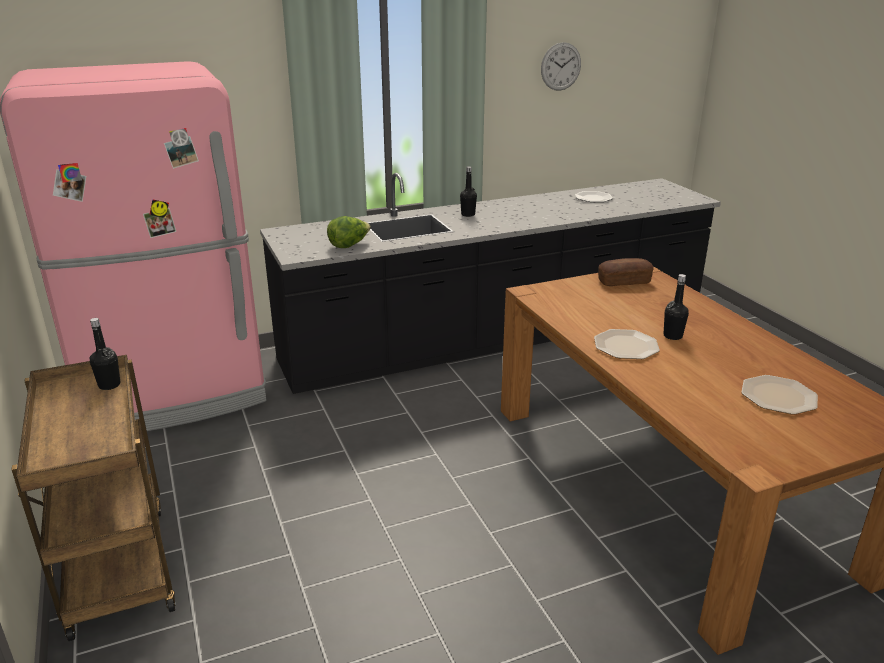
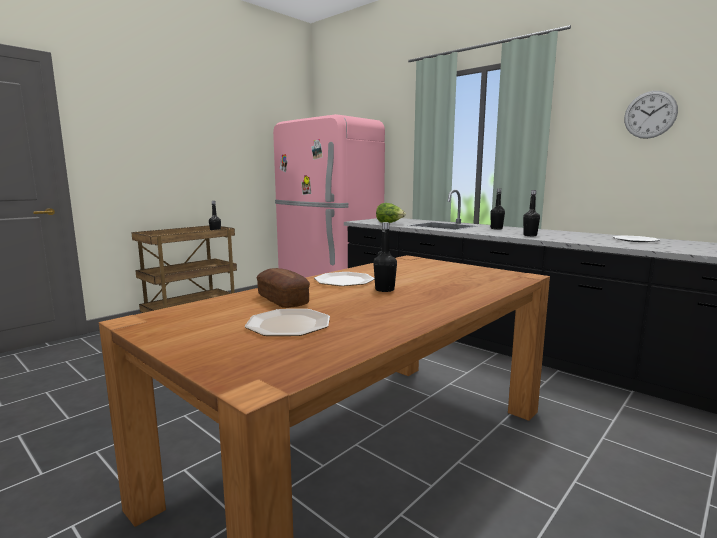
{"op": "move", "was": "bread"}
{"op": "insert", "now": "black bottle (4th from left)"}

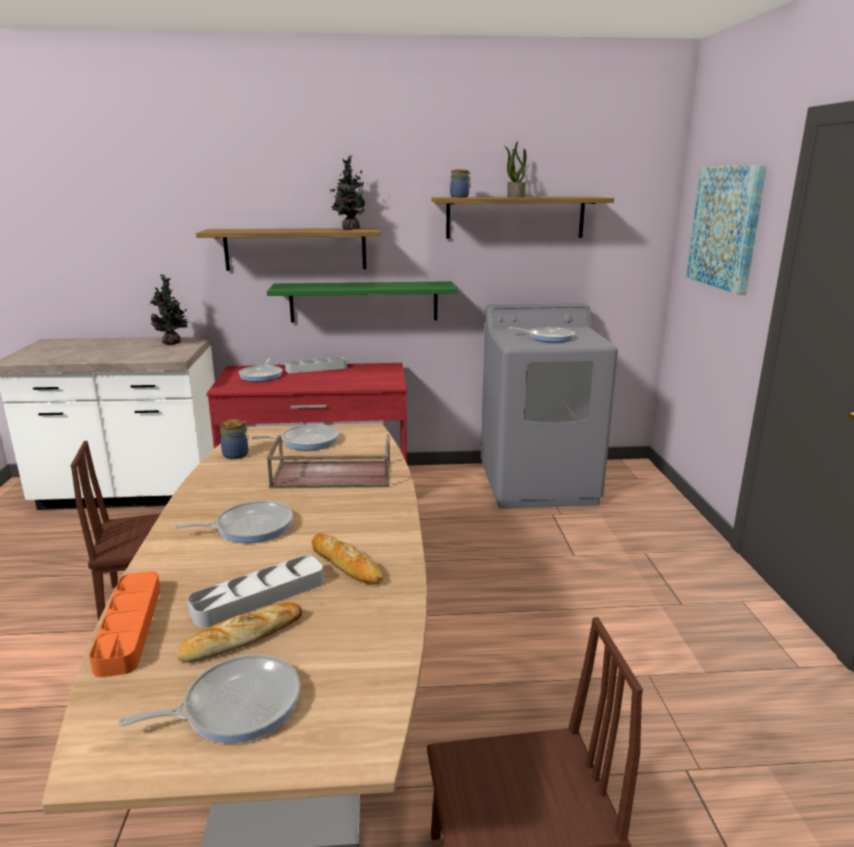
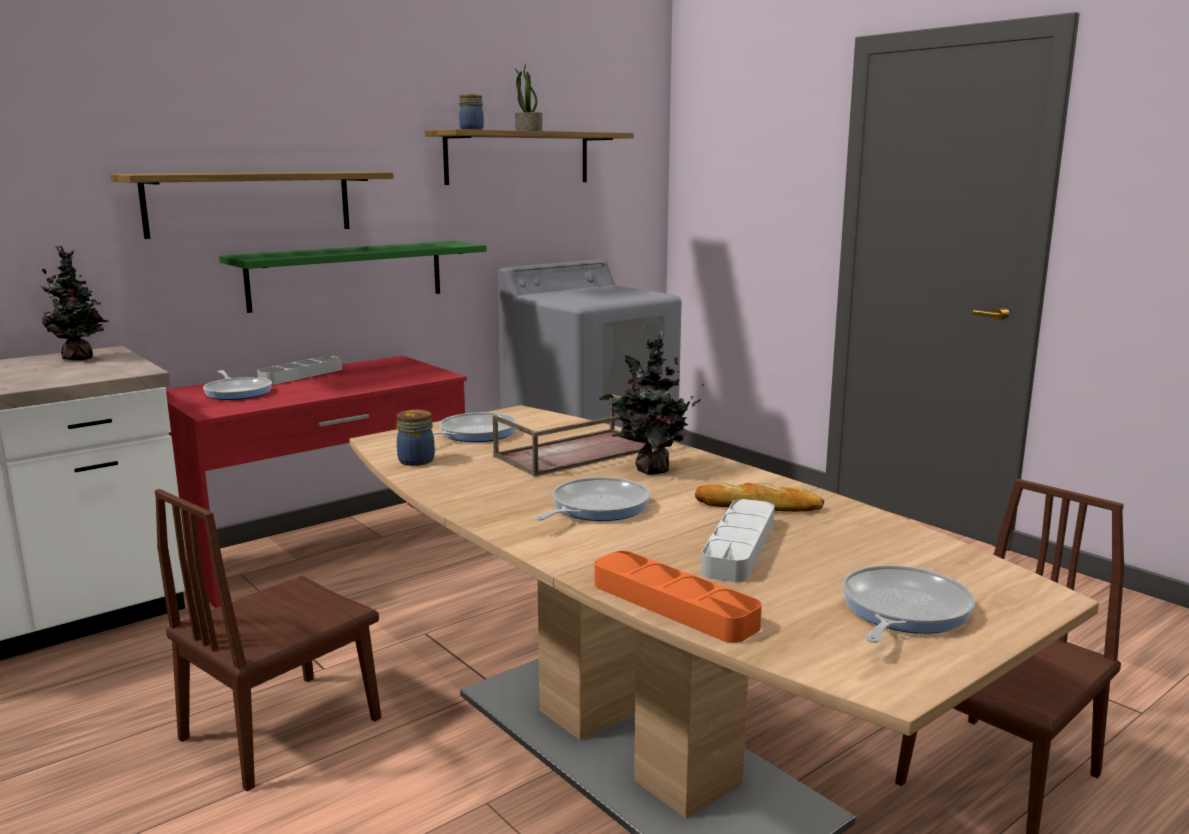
{"op": "move", "was": "potted plant (2nd from left in the first image)", "now": "potted plant (3rd from left)"}
{"op": "delete", "was": "bread (1st from left)"}
{"op": "delete", "was": "frying pan (5th from left)"}
{"op": "delete", "was": "picture"}

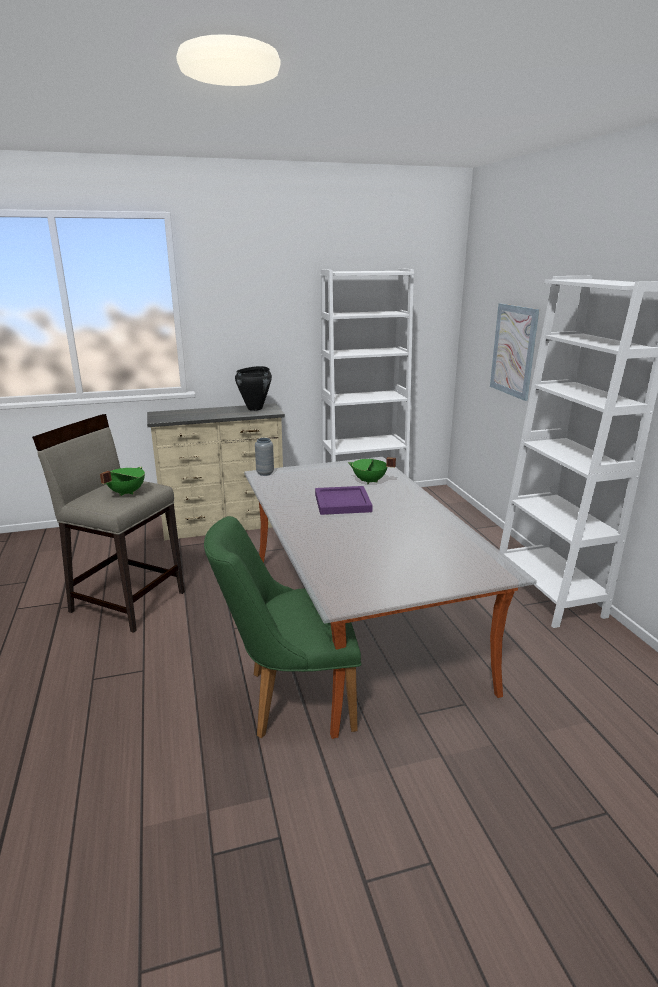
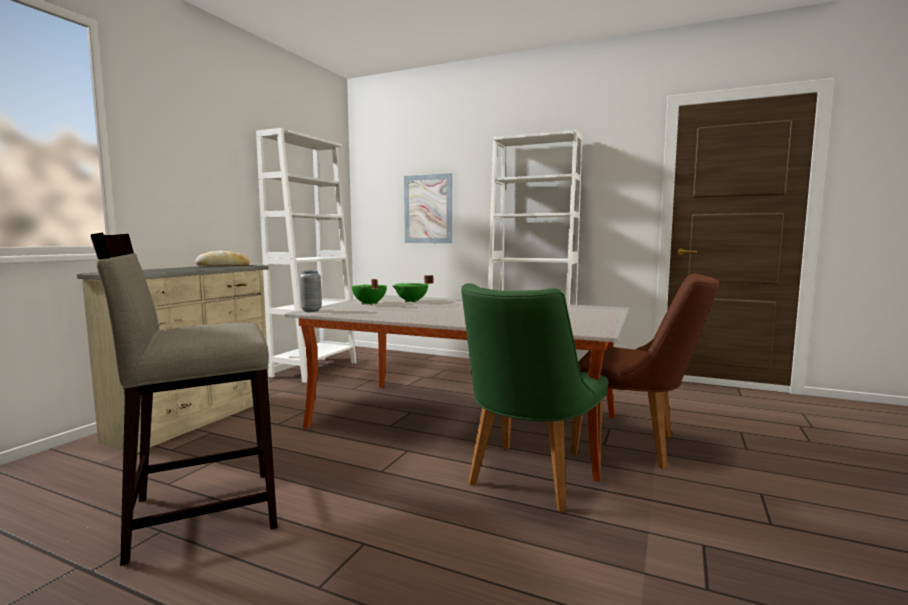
{"op": "replace", "was": "black cooking pot", "now": "bread"}
{"op": "move", "was": "green cooking pot (1st from left)"}
{"op": "insert", "now": "brown chair"}
{"op": "delete", "was": "purple tray"}

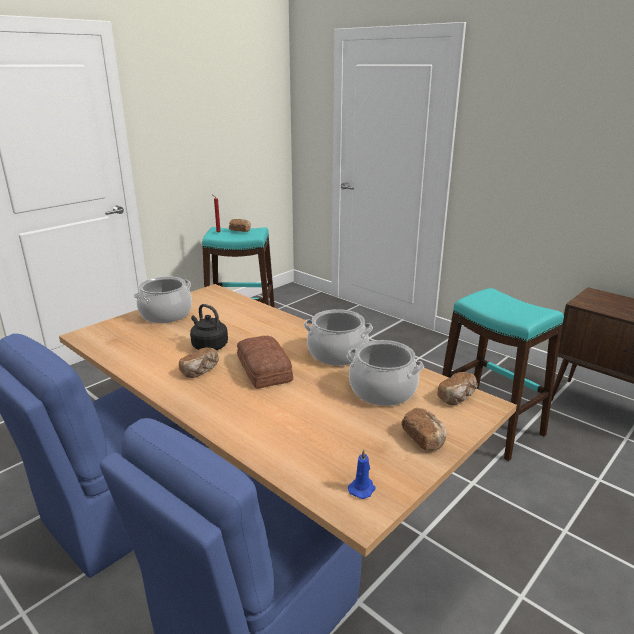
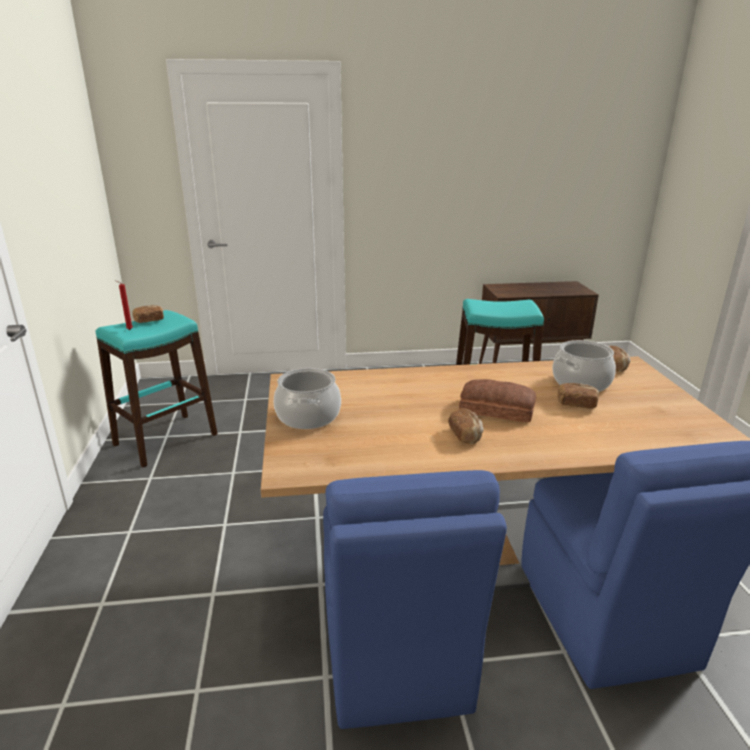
{"op": "move", "was": "bread (4th from left)"}
{"op": "delete", "was": "black kettle"}
{"op": "delete", "was": "cooking pot (2nd from left)"}
{"op": "delete", "was": "blue candle"}

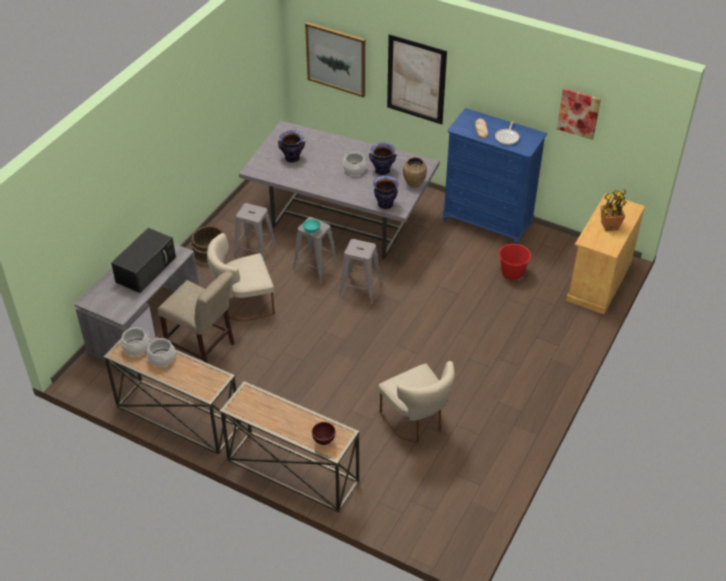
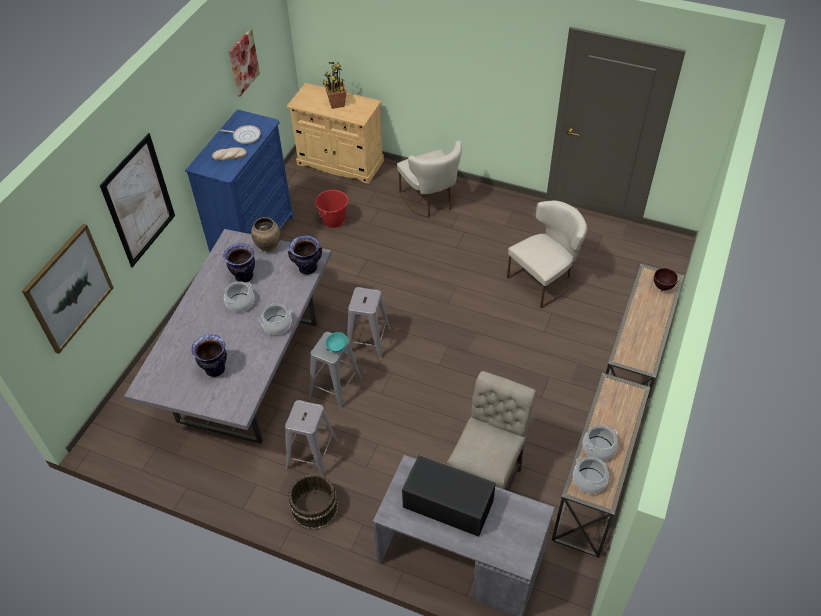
{"op": "insert", "now": "cooking pot (2nd from left)"}
{"op": "move", "was": "beige chair (2nd from left in the first image)", "now": "beige chair (1st from left)"}

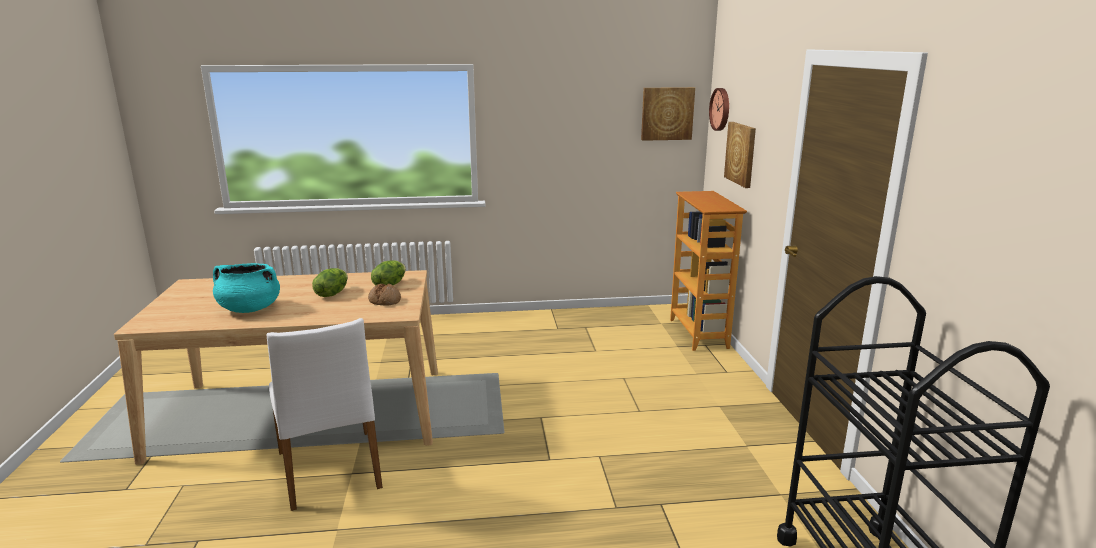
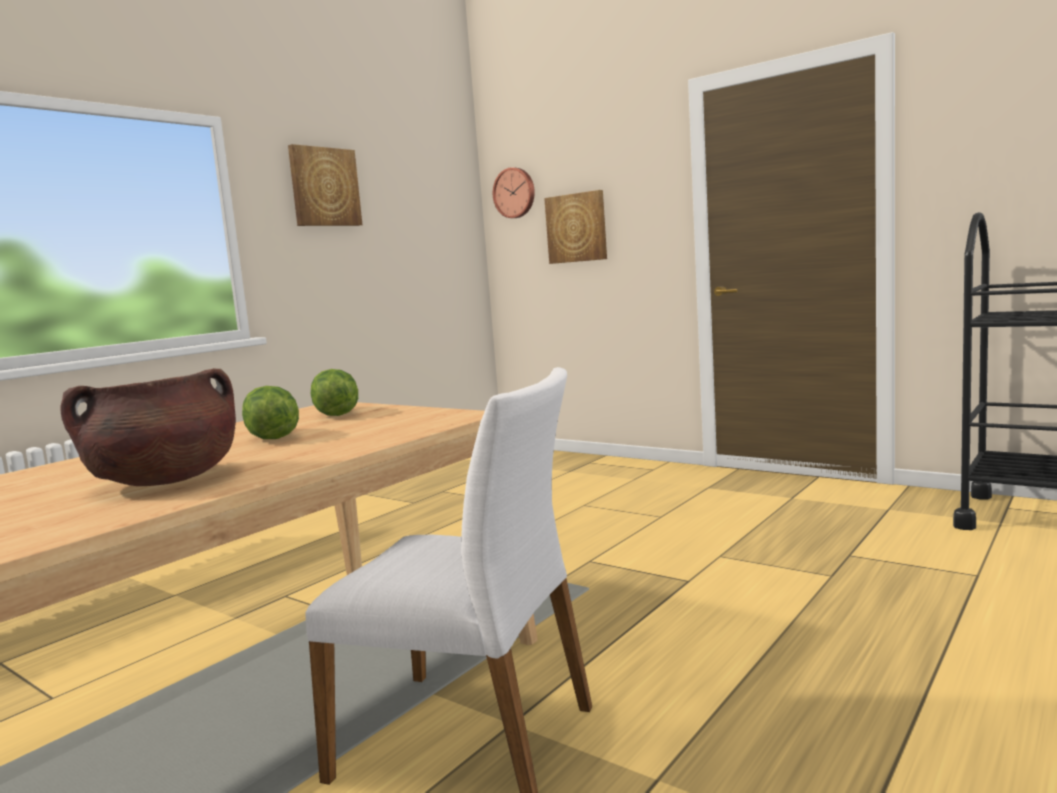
{"op": "recolor", "was": "turquoise cooking pot", "now": "brown cooking pot"}
{"op": "move", "was": "picture (1st from left)"}
{"op": "delete", "was": "bread"}
{"op": "delete", "was": "bookcase"}

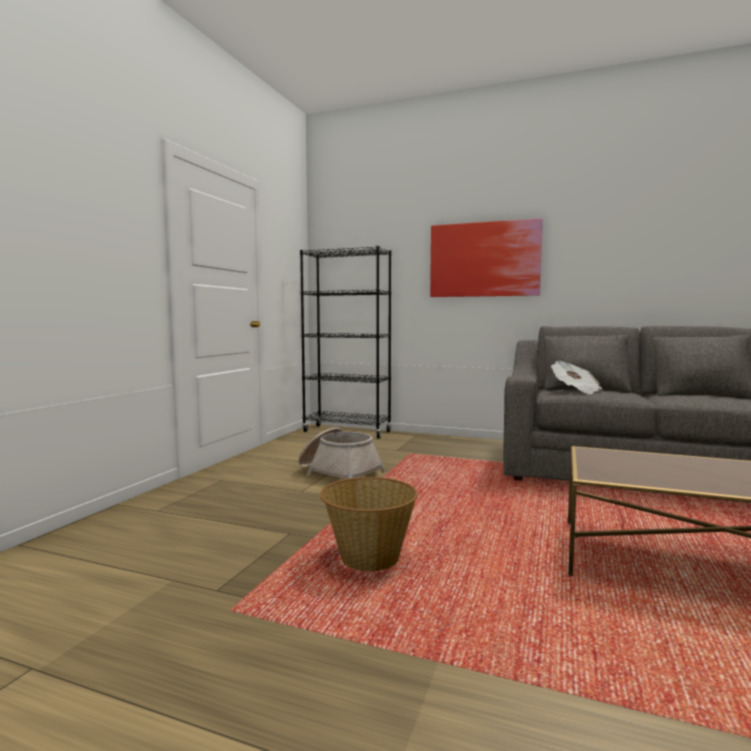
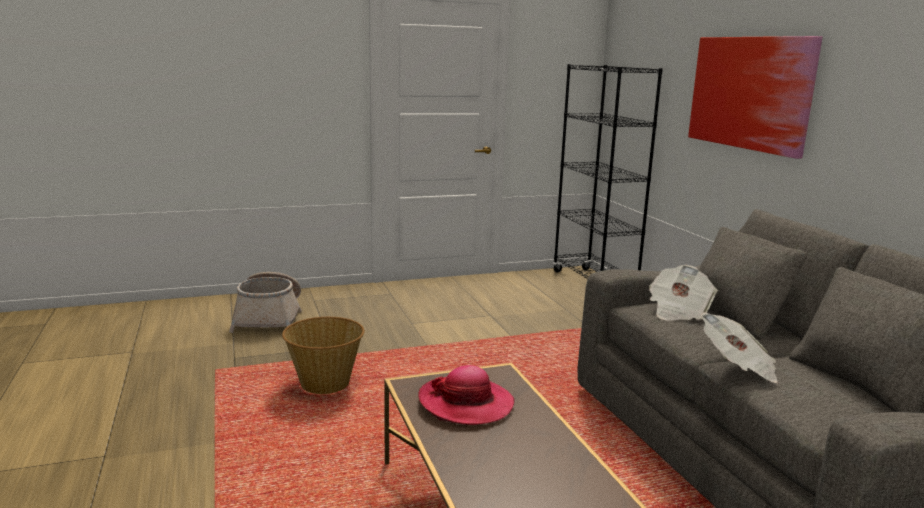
{"op": "move", "was": "basket (1st from left)"}
{"op": "insert", "now": "hat"}
{"op": "insert", "now": "newspaper (2nd from left)"}

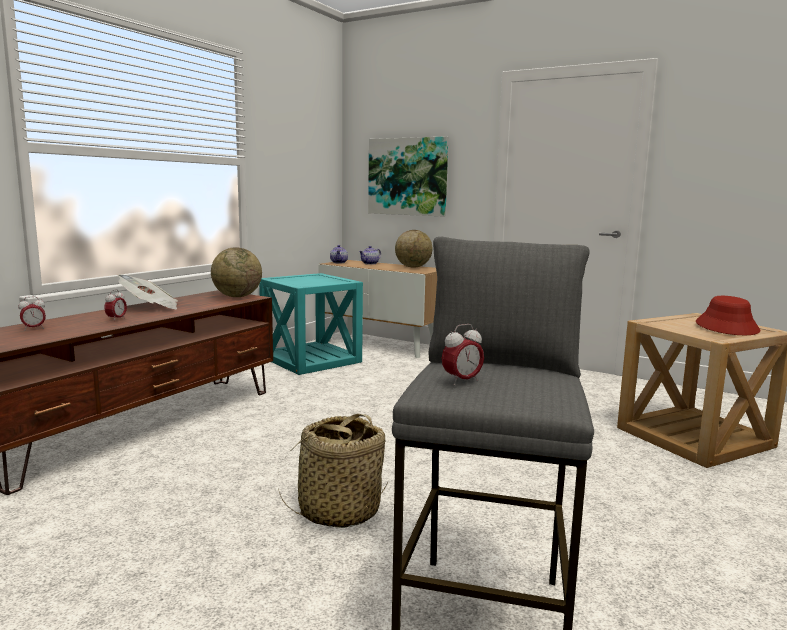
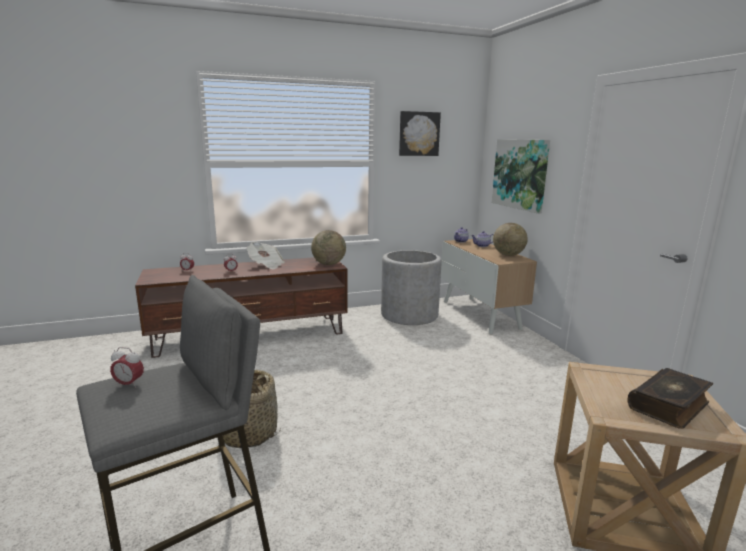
{"op": "replace", "was": "turquoise side table", "now": "grey planter"}
{"op": "insert", "now": "picture (1st from left)"}
{"op": "replace", "was": "red hat", "now": "book"}

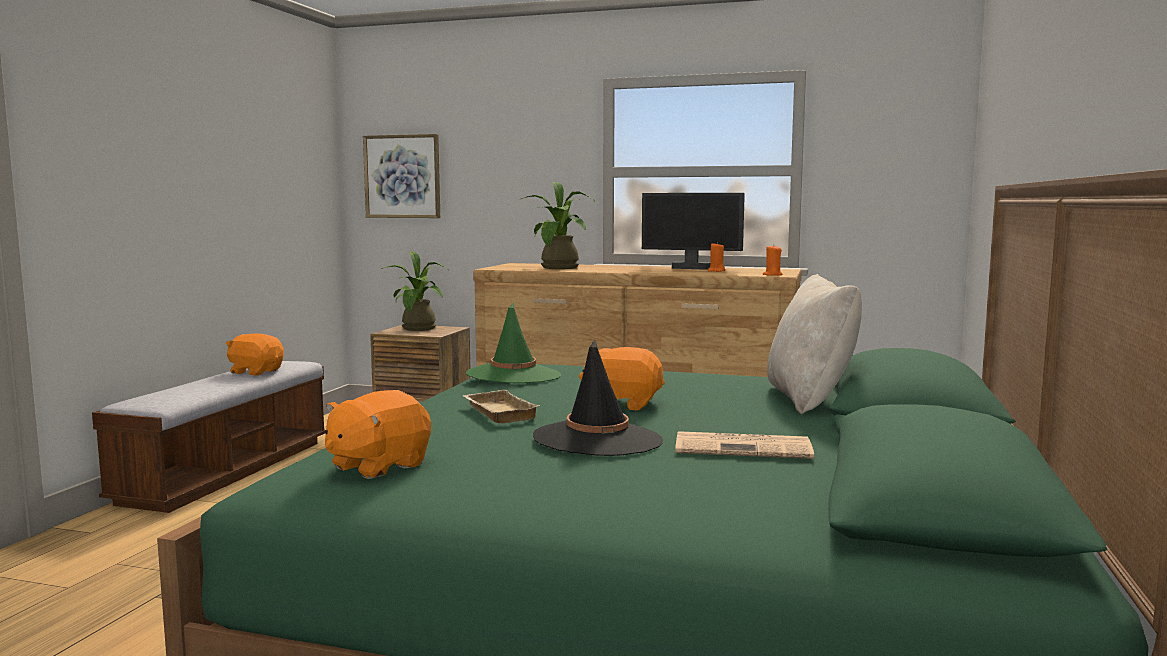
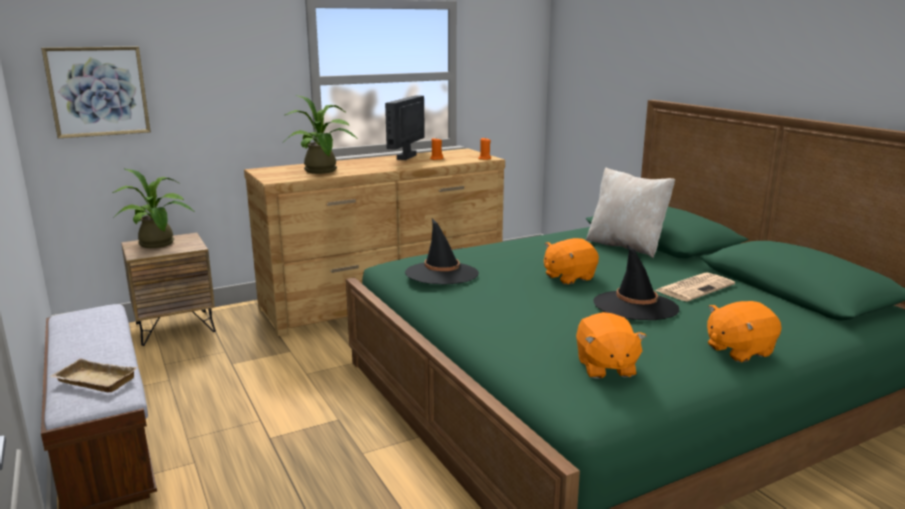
{"op": "move", "was": "beige tray"}
{"op": "rotate", "was": "monitor", "clockwise": 135}
{"op": "recolor", "was": "green hat", "now": "black hat (1st from left)"}
{"op": "move", "was": "orange plush toy (1st from left in the first image)", "now": "orange plush toy (3rd from left)"}

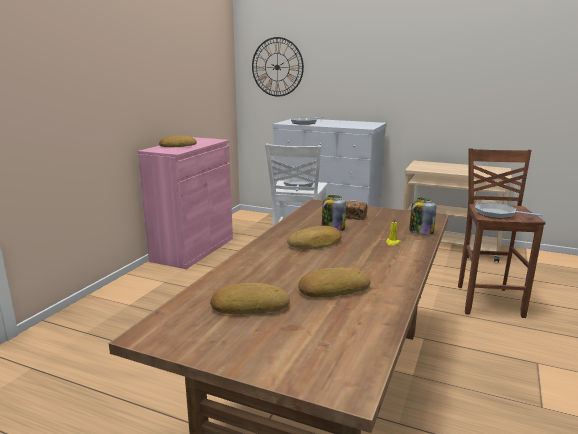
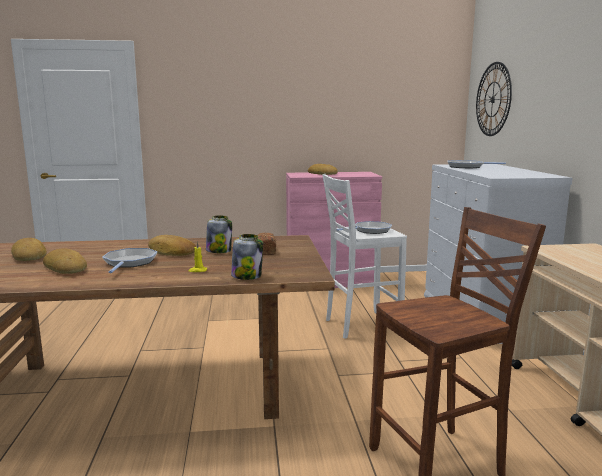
{"op": "move", "was": "frying pan (3rd from left in the first image)", "now": "frying pan (1st from left)"}

